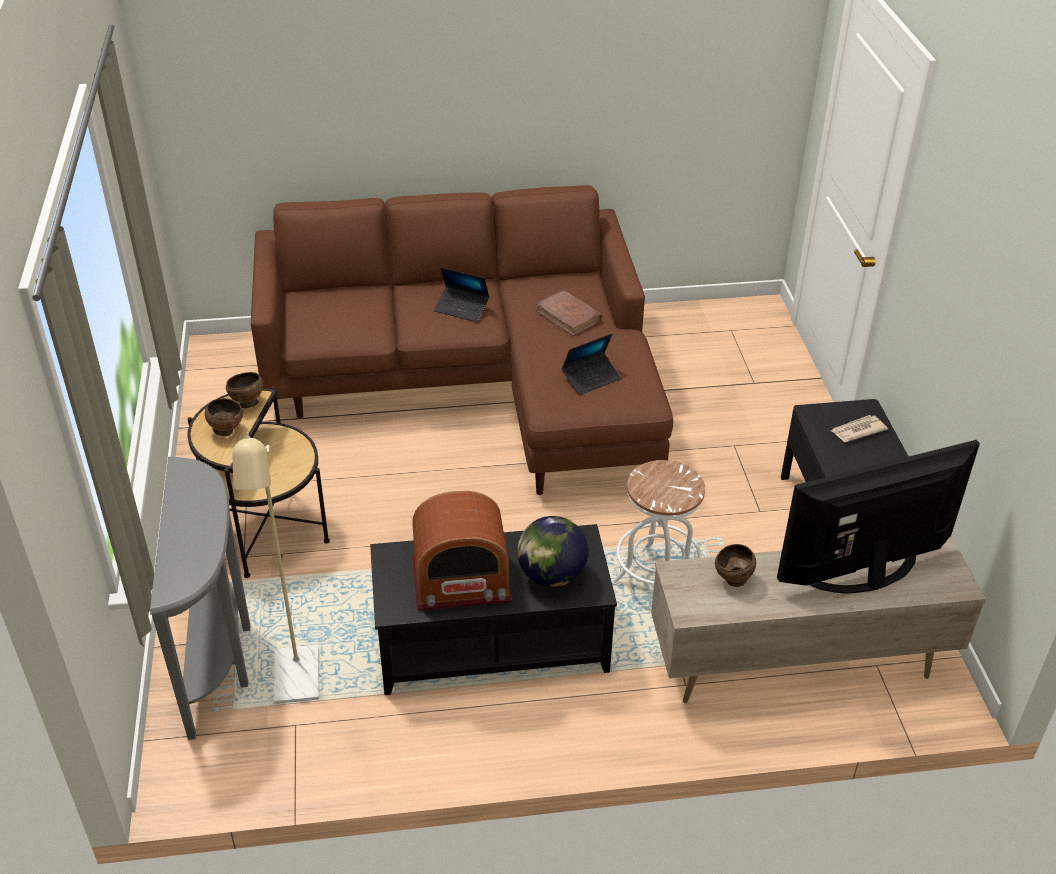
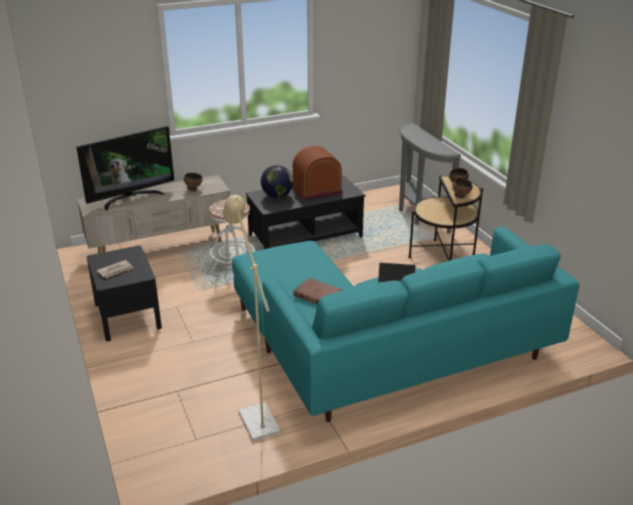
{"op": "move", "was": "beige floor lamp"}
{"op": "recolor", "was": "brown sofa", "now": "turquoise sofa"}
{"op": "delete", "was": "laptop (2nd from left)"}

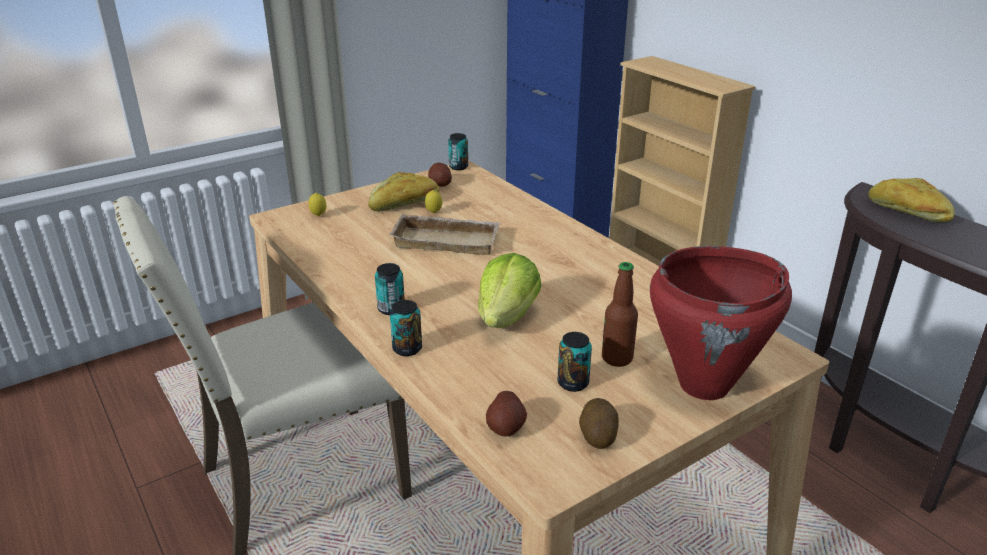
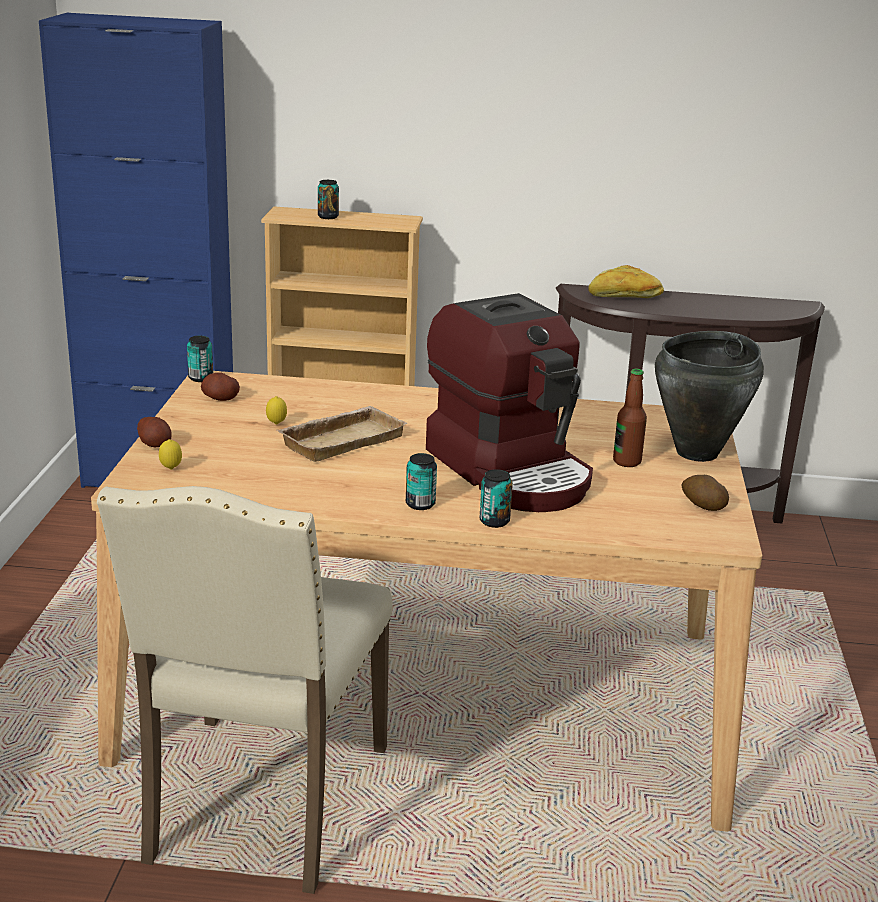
{"op": "move", "was": "potato (2nd from left in the first image)", "now": "potato (1st from left)"}
{"op": "move", "was": "can (4th from left in the first image)", "now": "can (2nd from left)"}
{"op": "replace", "was": "lettuce", "now": "coffee machine"}
{"op": "recolor", "was": "red cooking pot", "now": "black cooking pot"}
{"op": "delete", "was": "bread (1st from left)"}

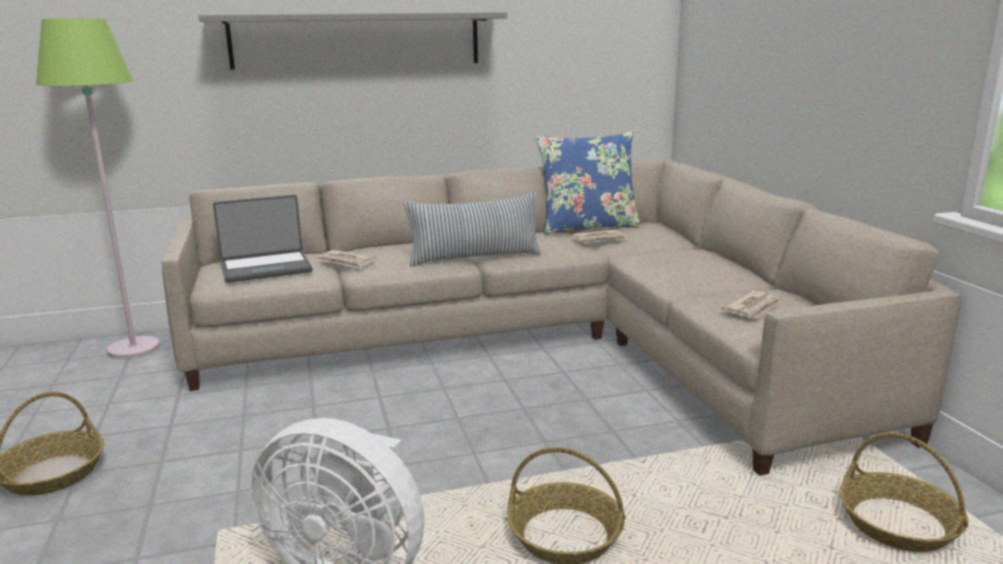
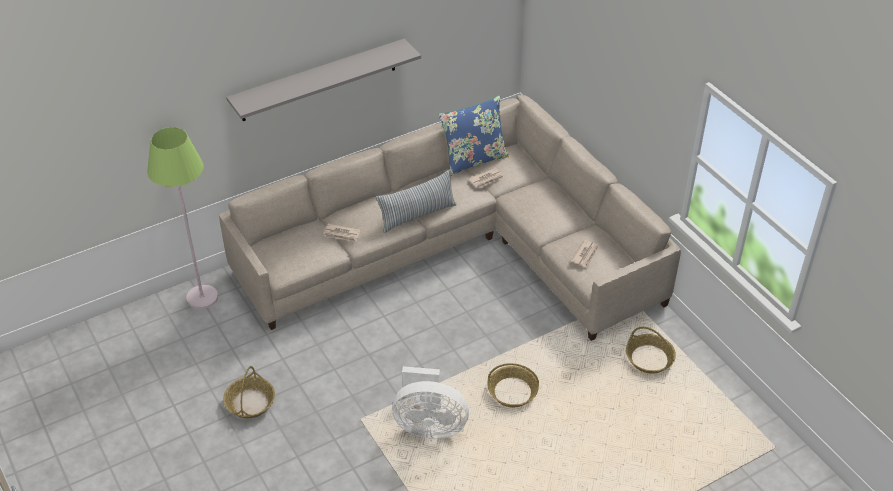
{"op": "delete", "was": "laptop"}

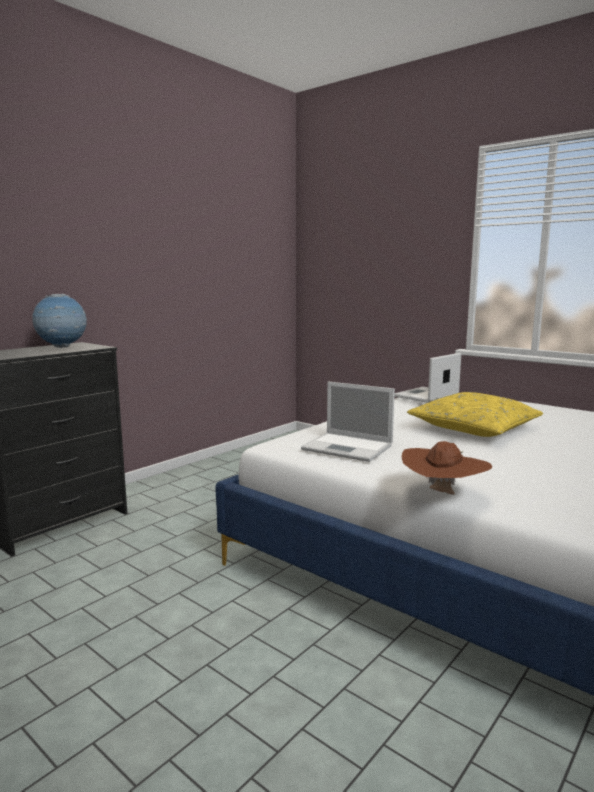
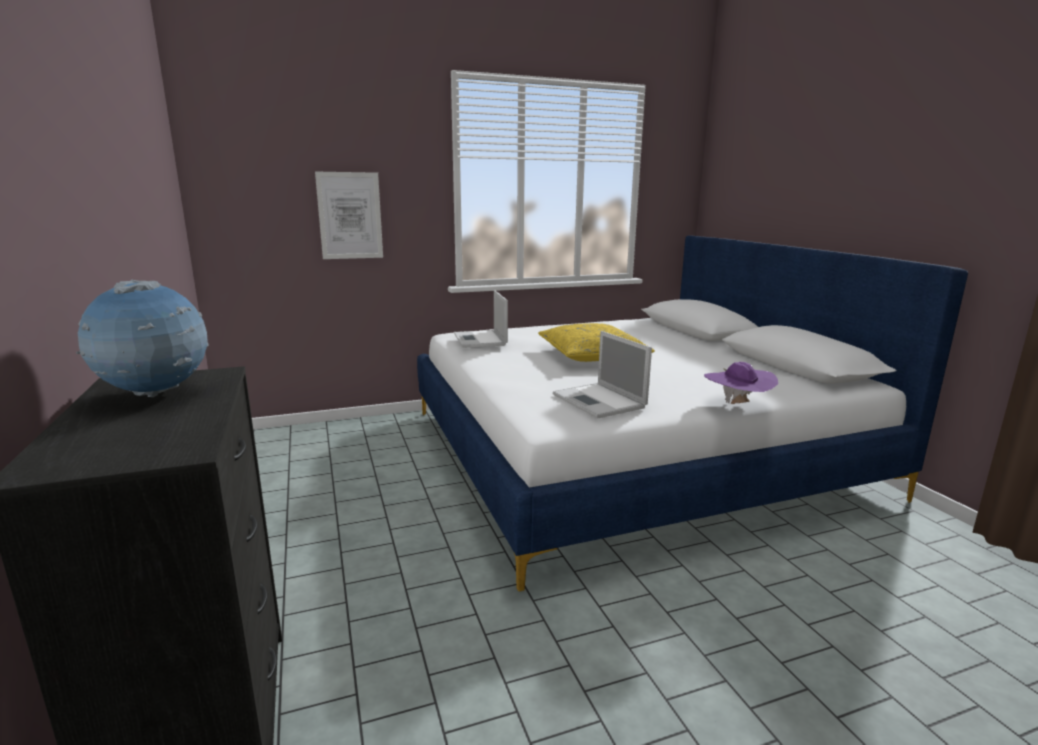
{"op": "insert", "now": "picture"}
{"op": "rotate", "was": "laptop (1st from left in the first image)", "clockwise": 90}
{"op": "recolor", "was": "brown hat", "now": "purple hat"}

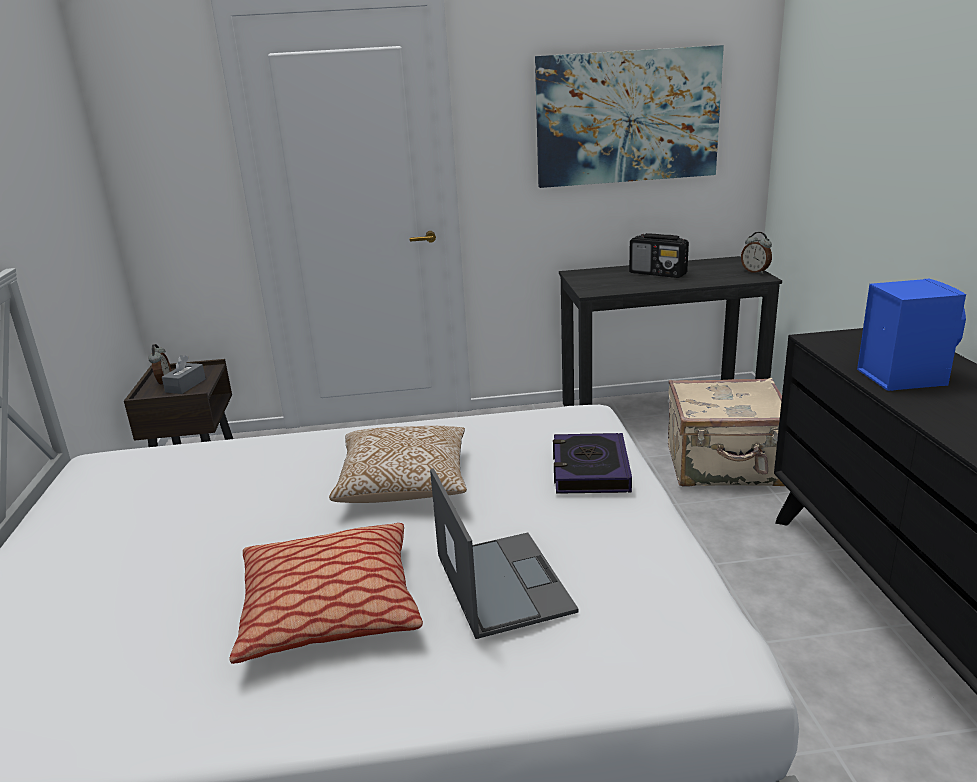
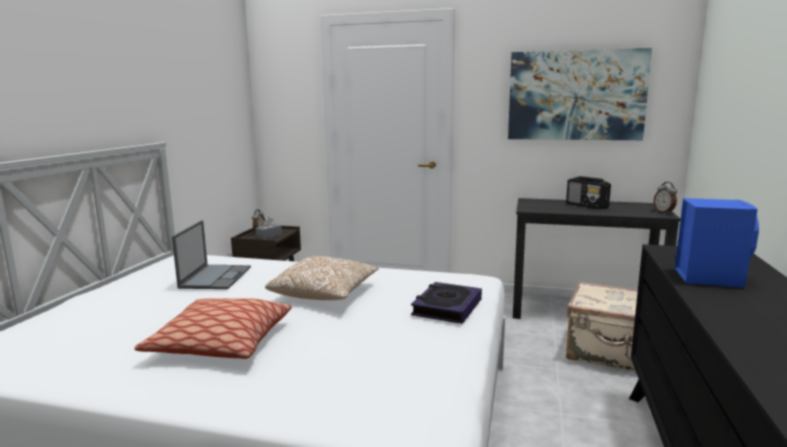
{"op": "move", "was": "laptop"}

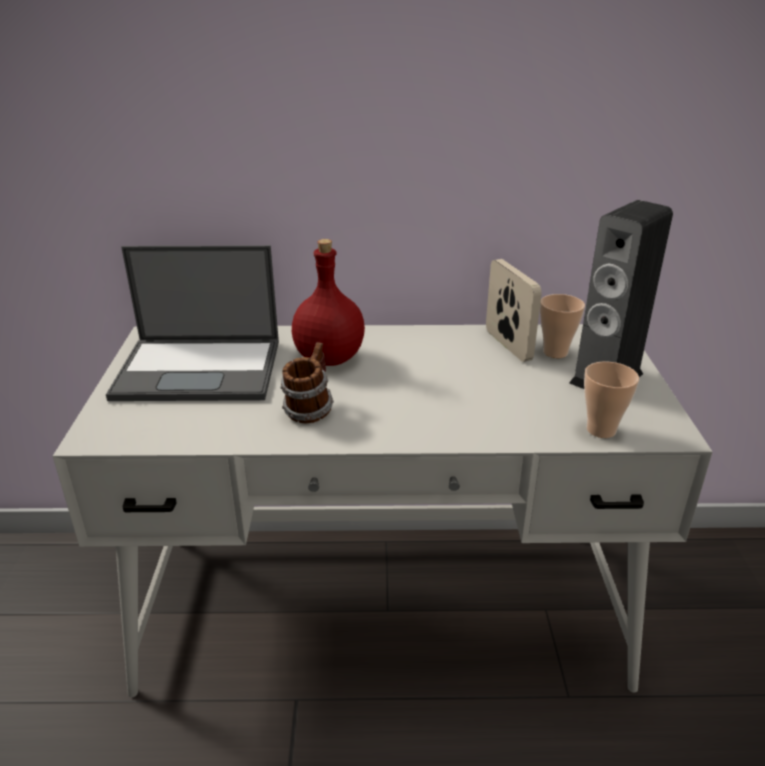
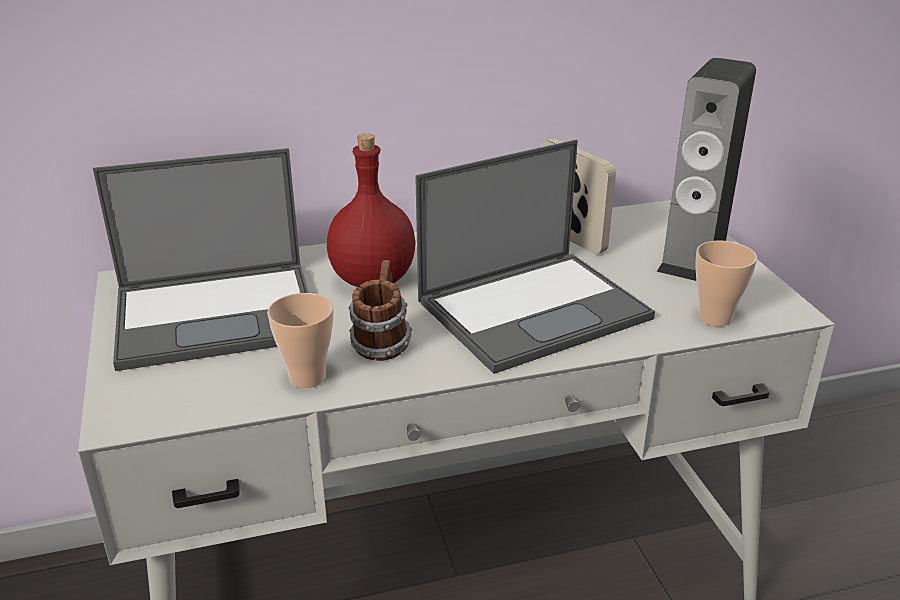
{"op": "move", "was": "cup (1st from left)"}
{"op": "insert", "now": "laptop (2nd from left)"}

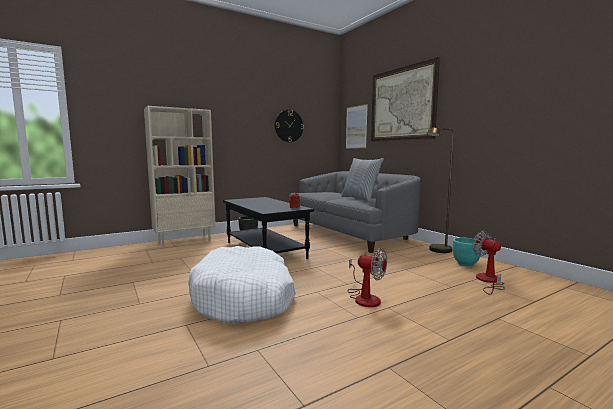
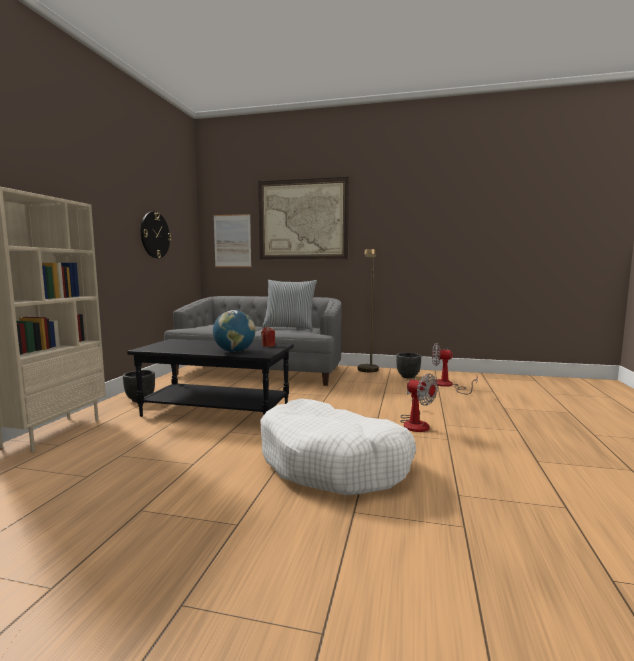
{"op": "insert", "now": "globe"}
{"op": "recolor", "was": "turquoise planter", "now": "black planter (2nd from left)"}
{"op": "rotate", "was": "fan (1st from left)", "clockwise": 60}

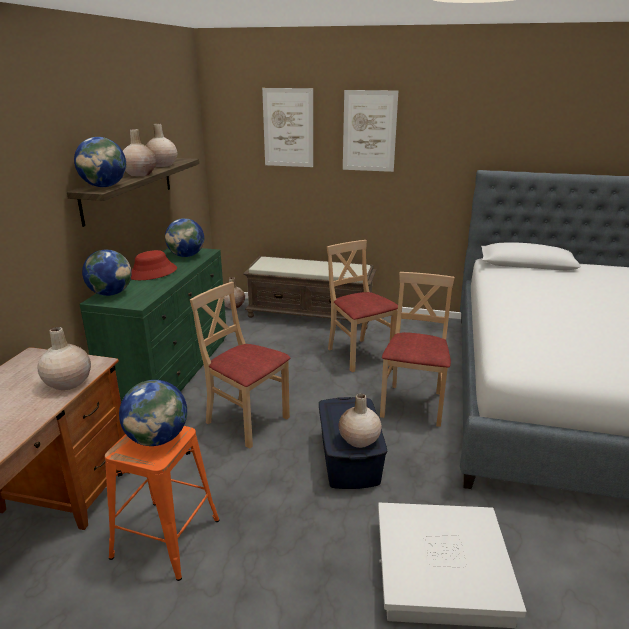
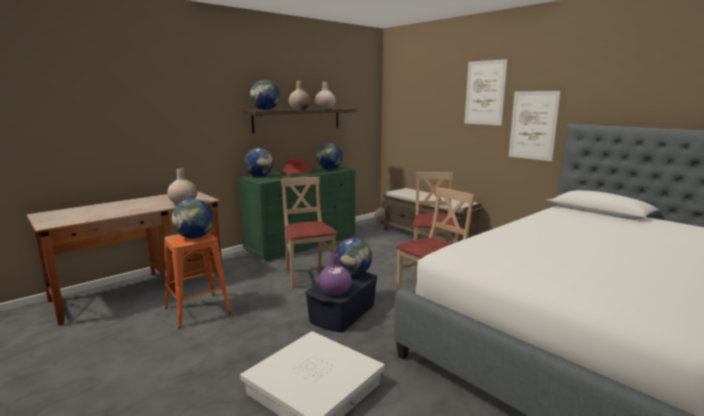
{"op": "recolor", "was": "beige vase (5th from left)", "now": "purple vase"}
{"op": "insert", "now": "globe (5th from left)"}
{"op": "move", "was": "picture (1st from left in the first image)", "now": "picture (2nd from left)"}

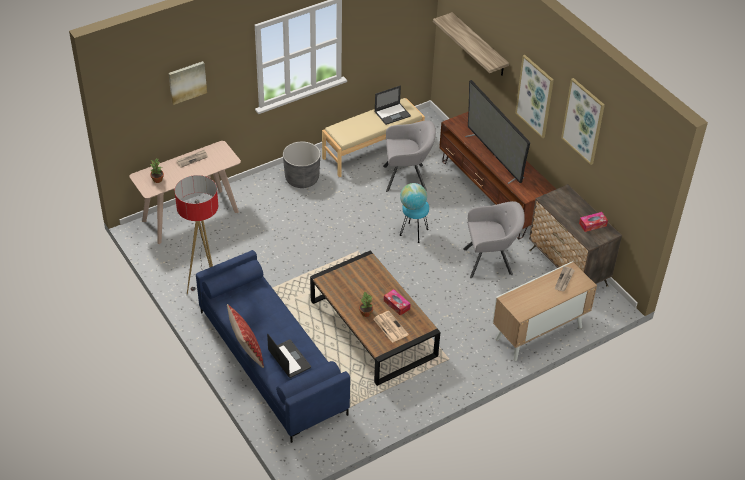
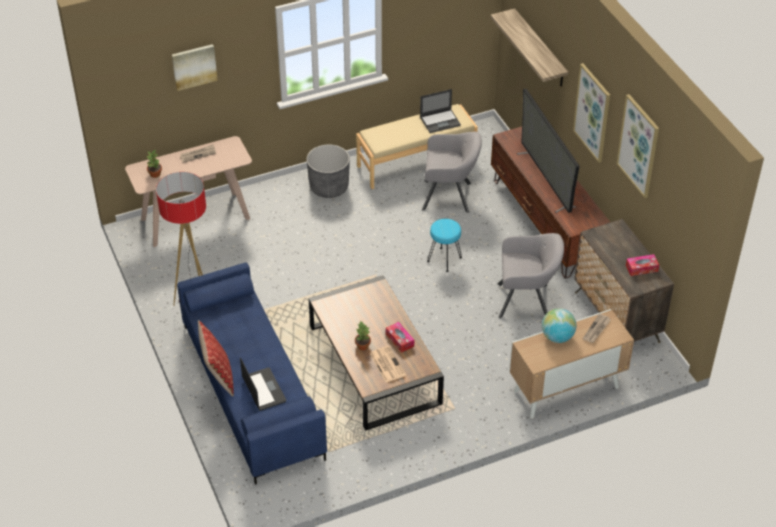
{"op": "move", "was": "globe"}

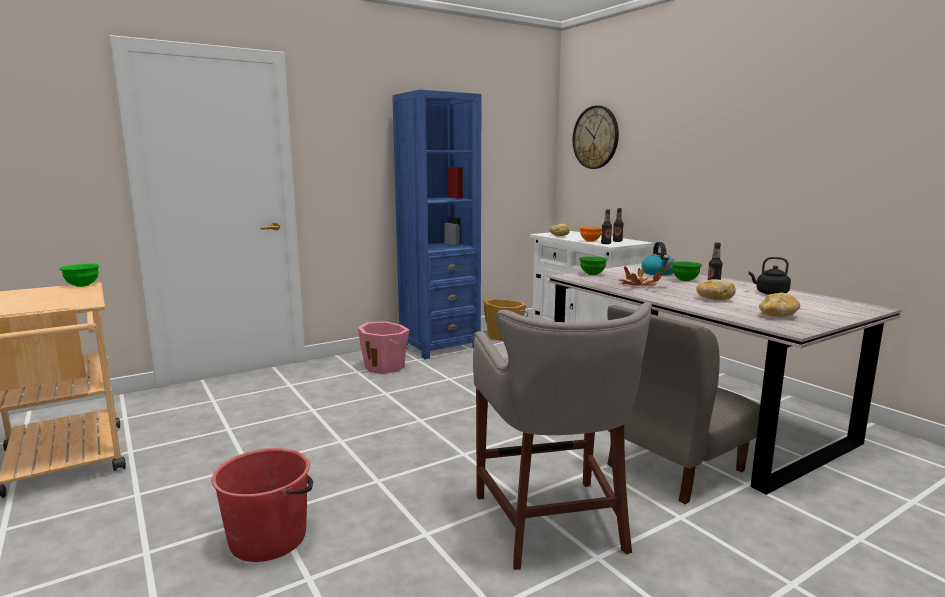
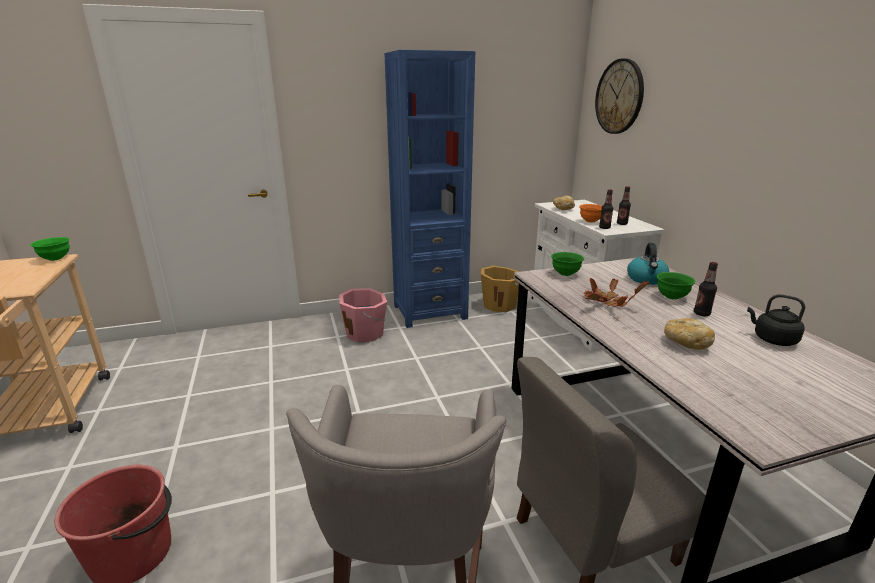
{"op": "delete", "was": "bread (3rd from left)"}

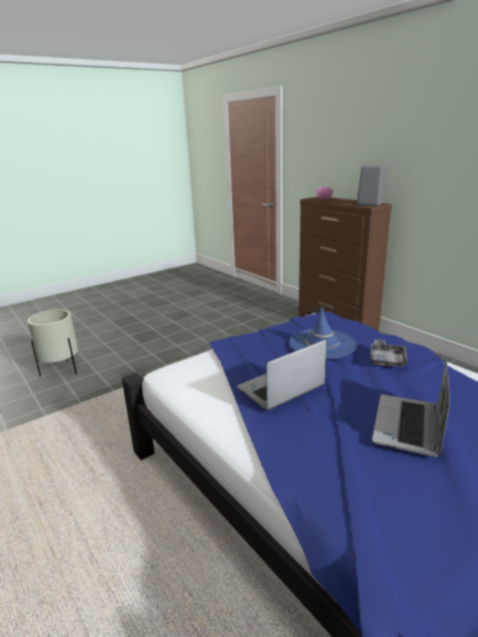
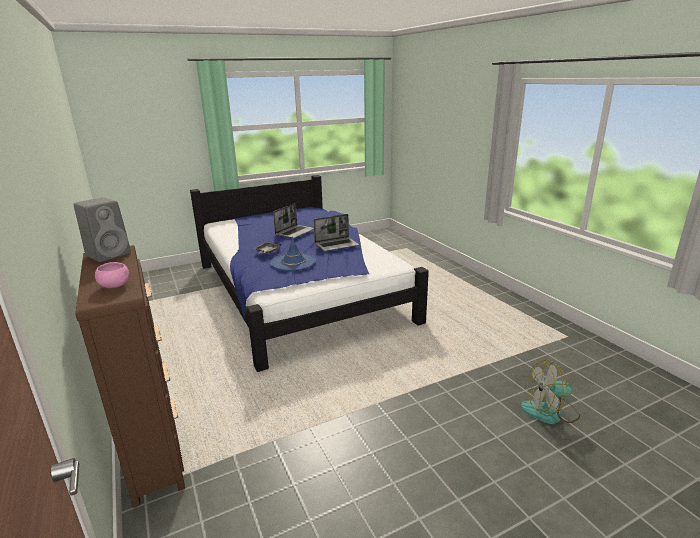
{"op": "replace", "was": "beige planter", "now": "fan"}

